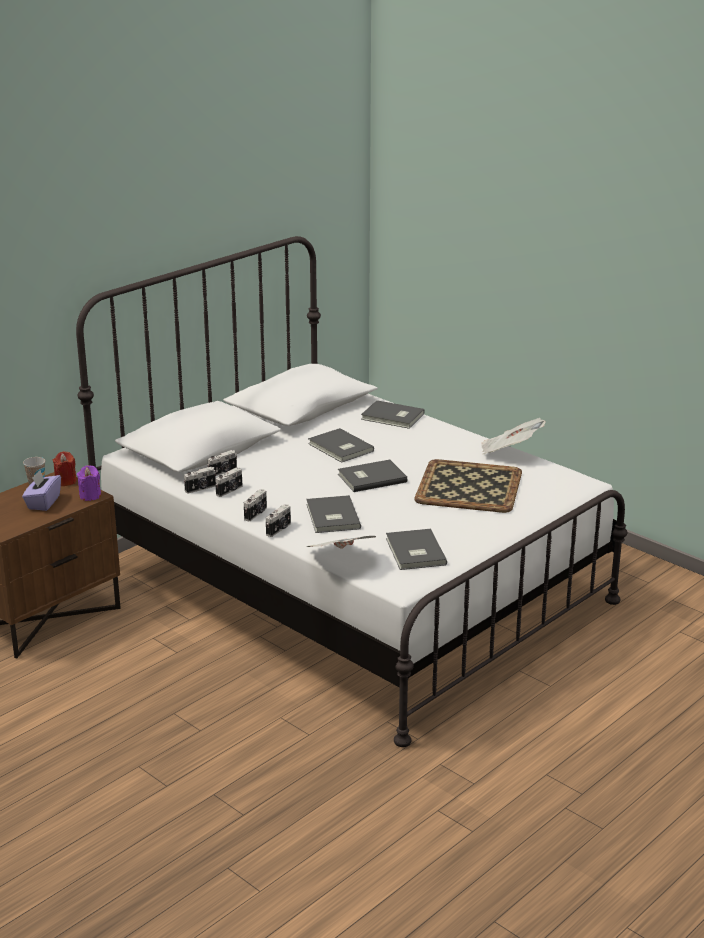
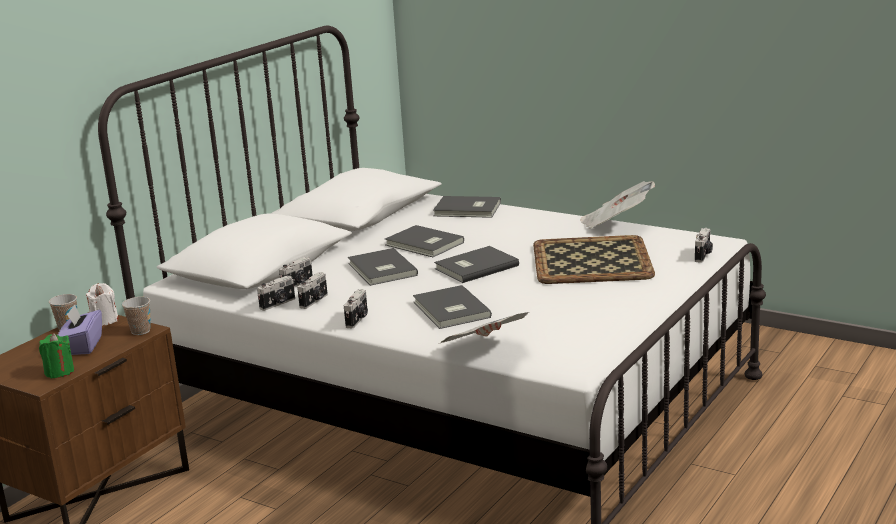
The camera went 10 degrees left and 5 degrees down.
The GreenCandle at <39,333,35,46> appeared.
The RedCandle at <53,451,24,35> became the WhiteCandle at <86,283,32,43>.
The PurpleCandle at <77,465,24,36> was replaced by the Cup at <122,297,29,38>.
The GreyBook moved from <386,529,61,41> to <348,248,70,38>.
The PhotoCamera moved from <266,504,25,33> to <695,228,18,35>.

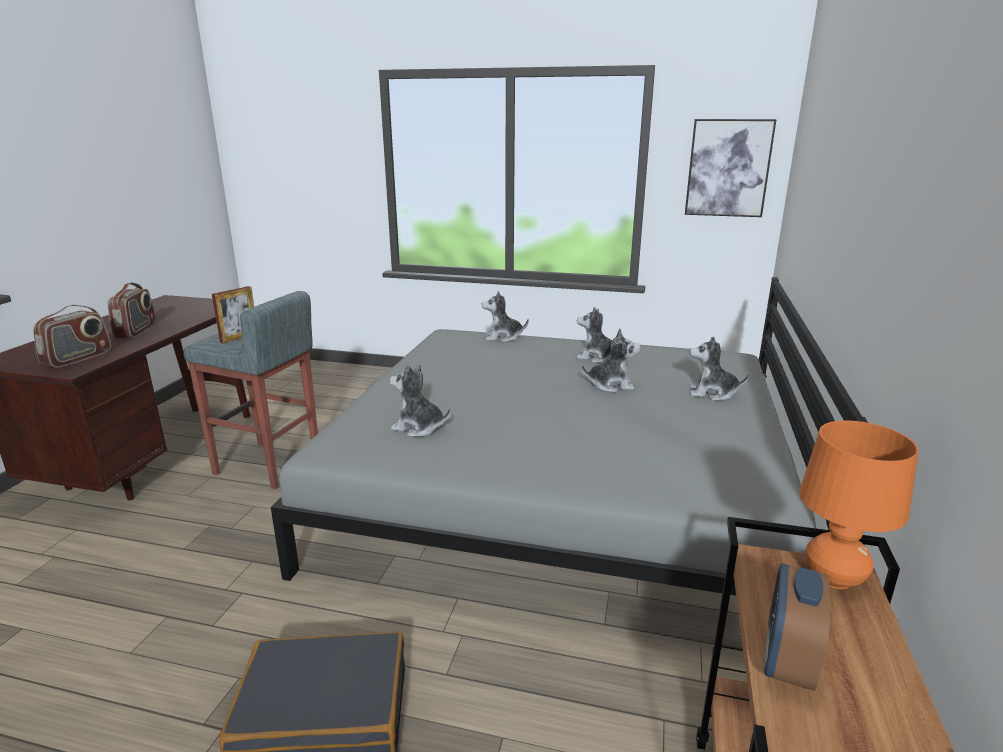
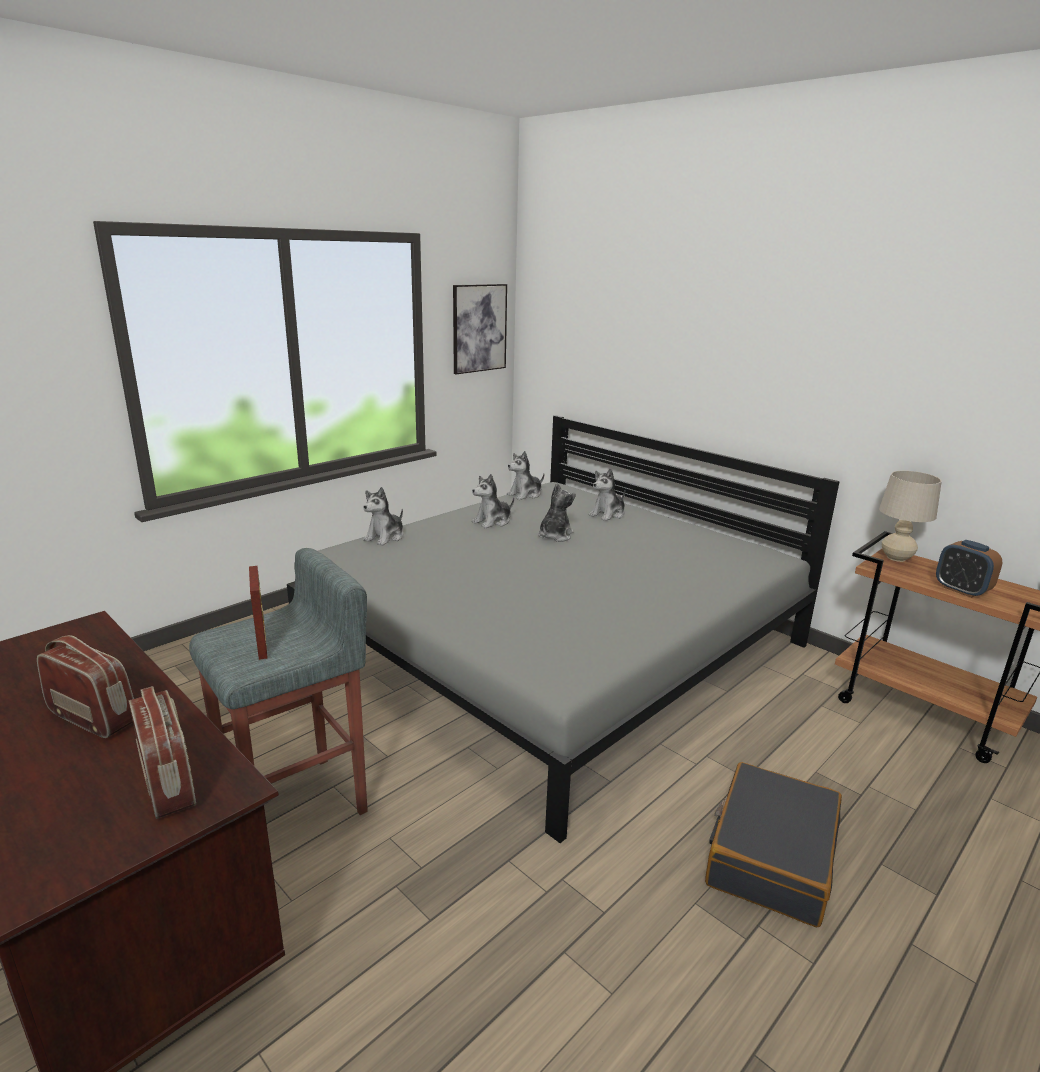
The camera went 60 degrees left and 0 degrees up.
The PlushToy moved from <390,364,61,73> to <507,451,37,49>.
The OrangeTableLamp at <799,420,120,169> became the BeigeTableLamp at <879,471,63,91>.

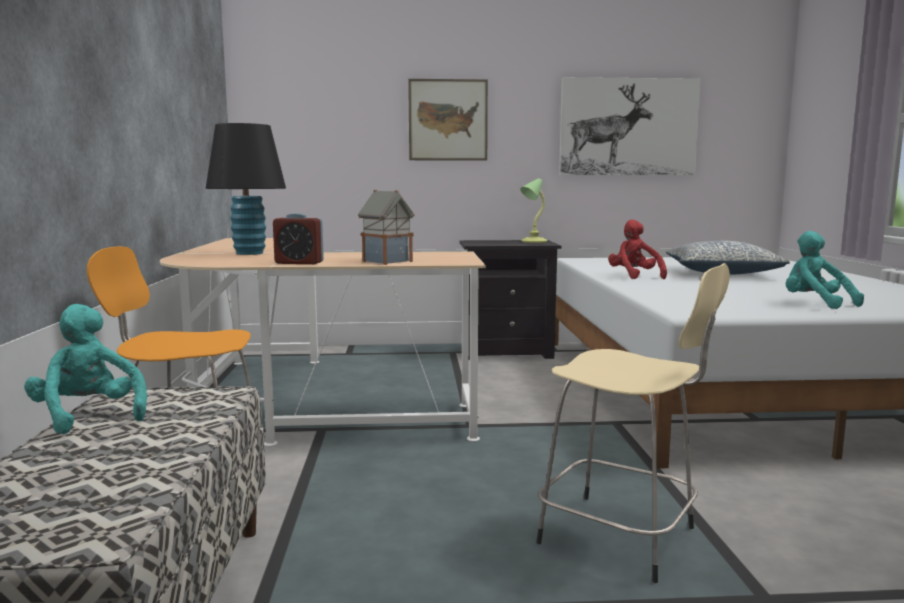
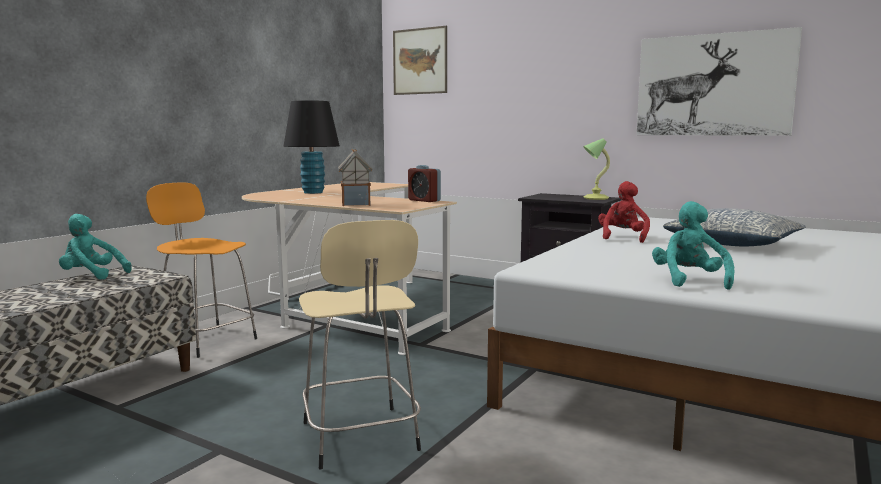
The camera went 35 degrees right and 0 degrees up.
The TurquoisePlushToy at <24,304,123,130> turned 75 degrees counterclockwise.
The Picture moved from <408,79,80,81> to <393,26,54,69>.
The AlarmClock moved from <273,213,51,51> to <408,165,33,37>.

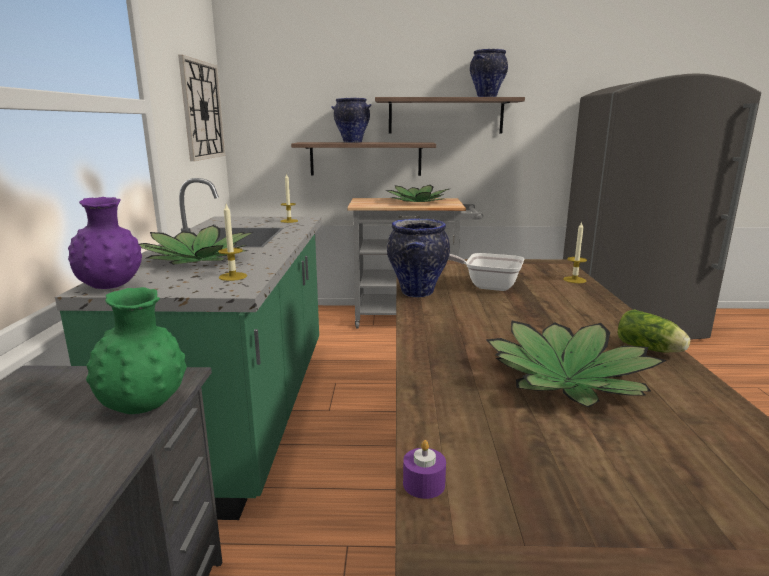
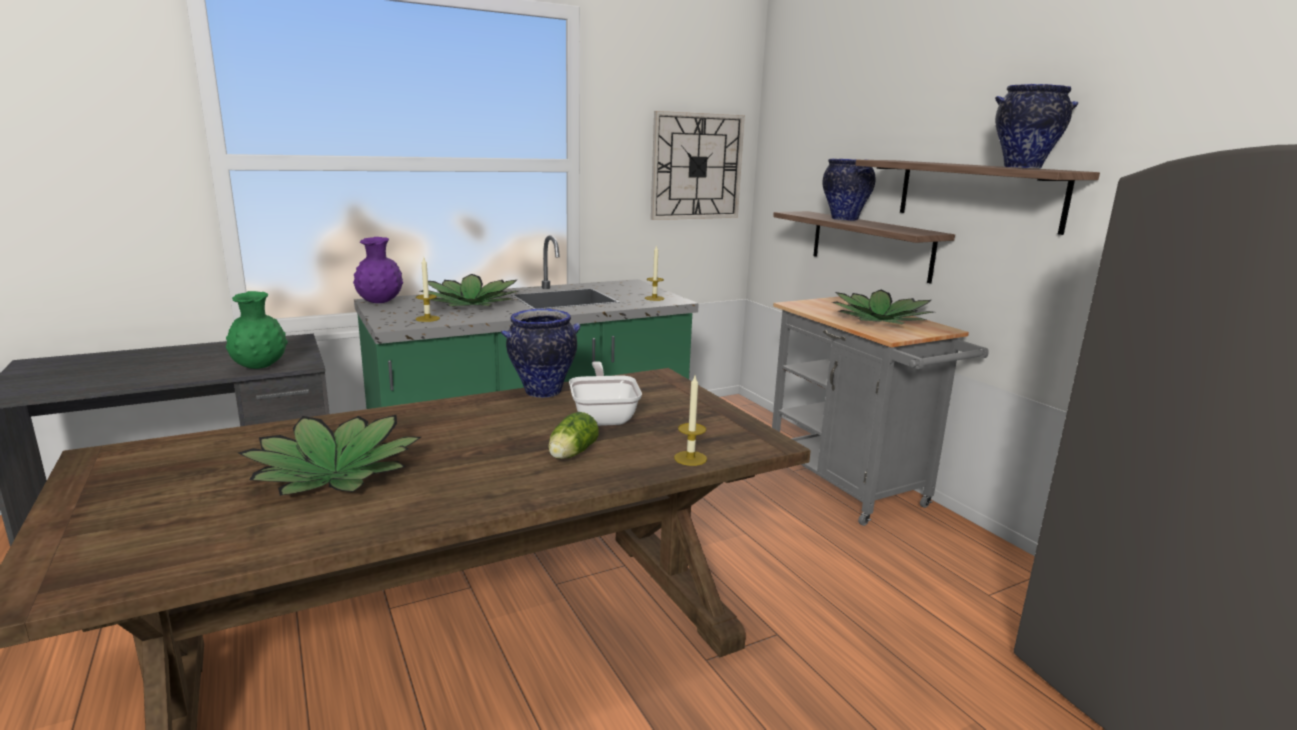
The camera went 60 degrees right and 0 degrees up.
The Lettuce moved from <618,309,72,44> to <548,412,51,47>.
The PurpleCandle at <403,440,43,59> disappeared.

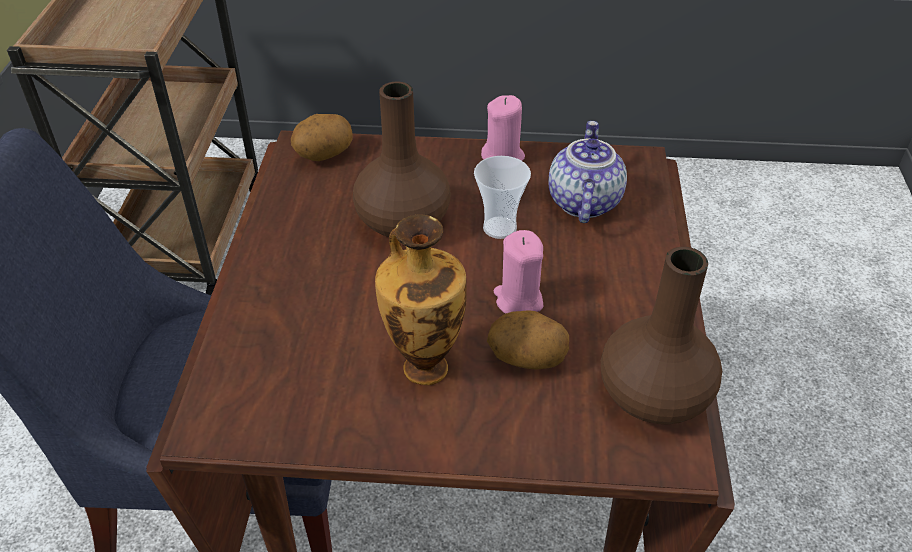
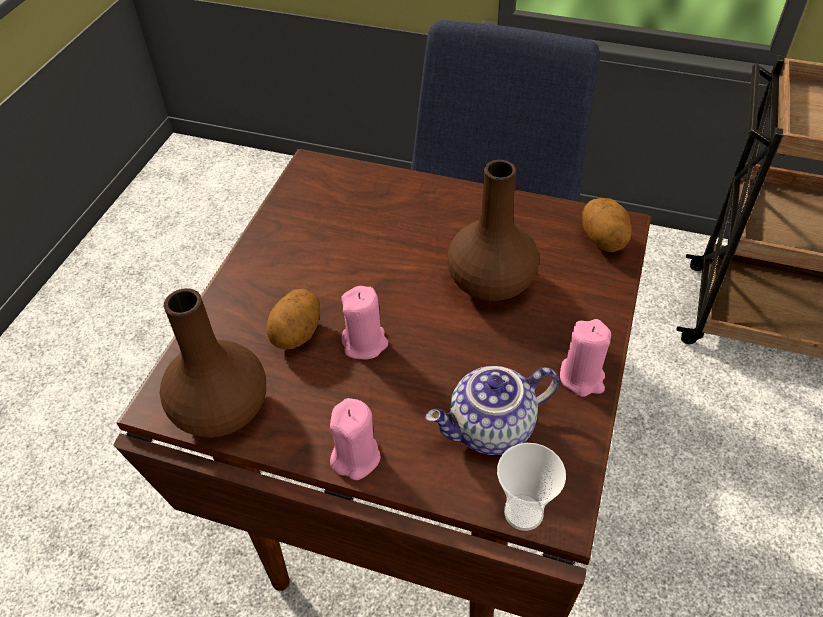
The camera went 105 degrees right and 5 degrees up.
The PinkCandle at <330,398,51,82> appeared.
The Teapot at <548,121,79,102> turned 135 degrees clockwise.
The Cup moved from <474,156,57,83> to <497,443,69,88>.
The Vase at <375,214,92,171> disappeared.

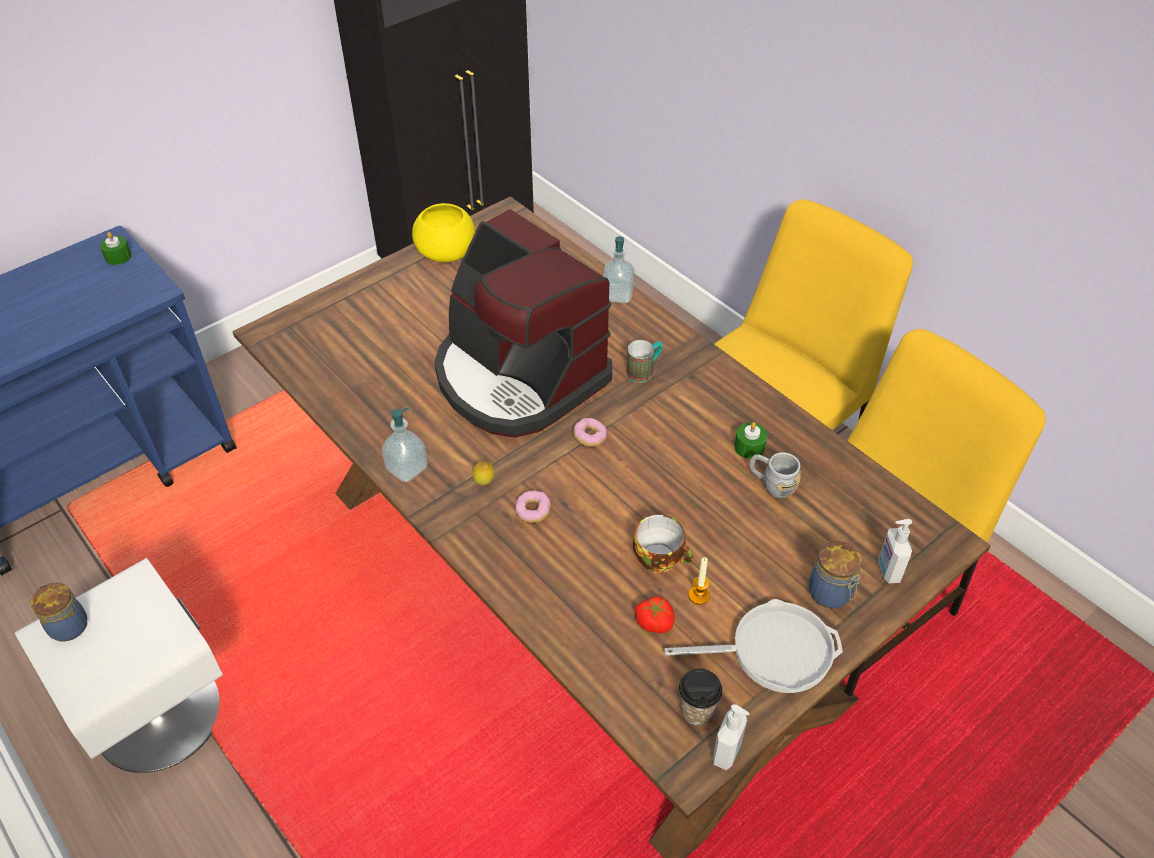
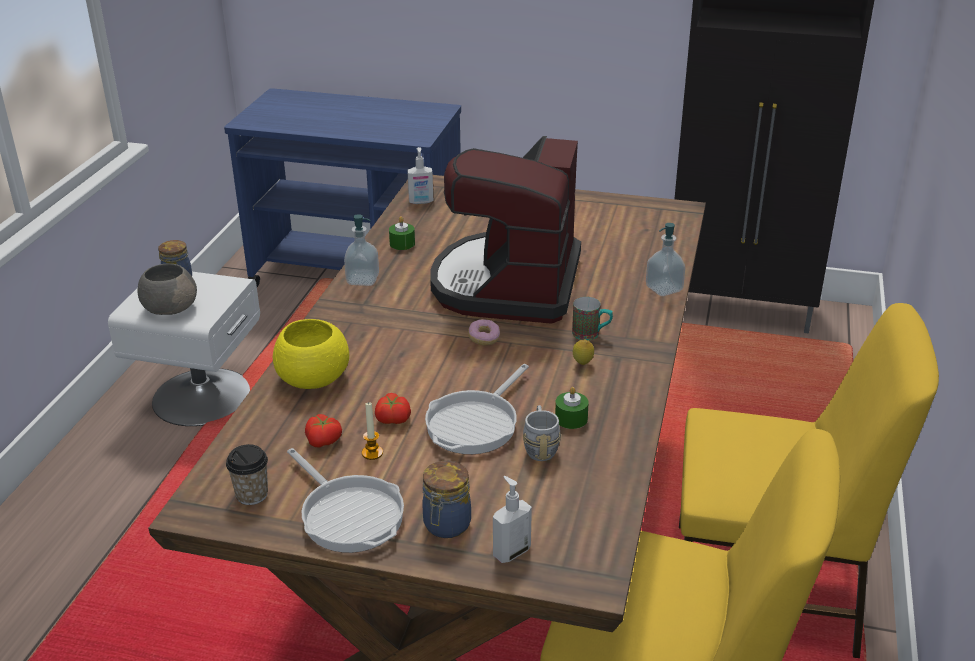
The camera went 55 degrees right and 15 degrees down.
The GreyBowl at <137,263,60,52> appeared.
The YellowBowl moved from <412,203,63,60> to <273,319,76,70>.
The Cup at <633,515,60,58> was replaced by the Tomato at <375,393,36,31>.
The GreenCandle moved from <100,232,32,33> to <389,216,26,34>.
The SoapDispenser moved from <713,704,37,66> to <407,147,26,57>.
The FryingPan at <425,364,104,90> appeared.
The Lemon moved from <473,461,21,24> to <573,339,21,26>.
The Donut at <515,491,36,32> disappeared.

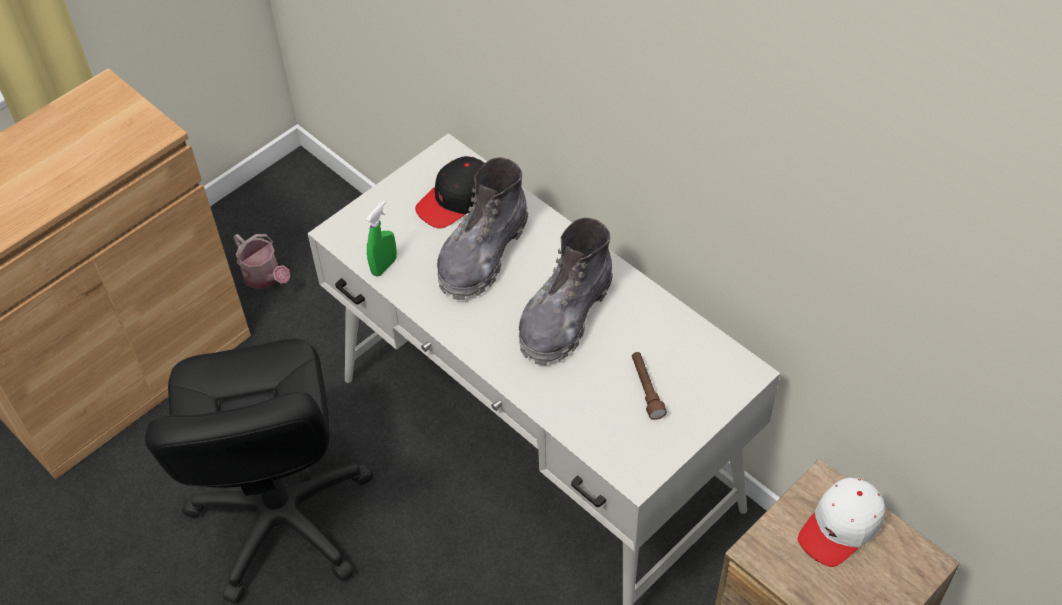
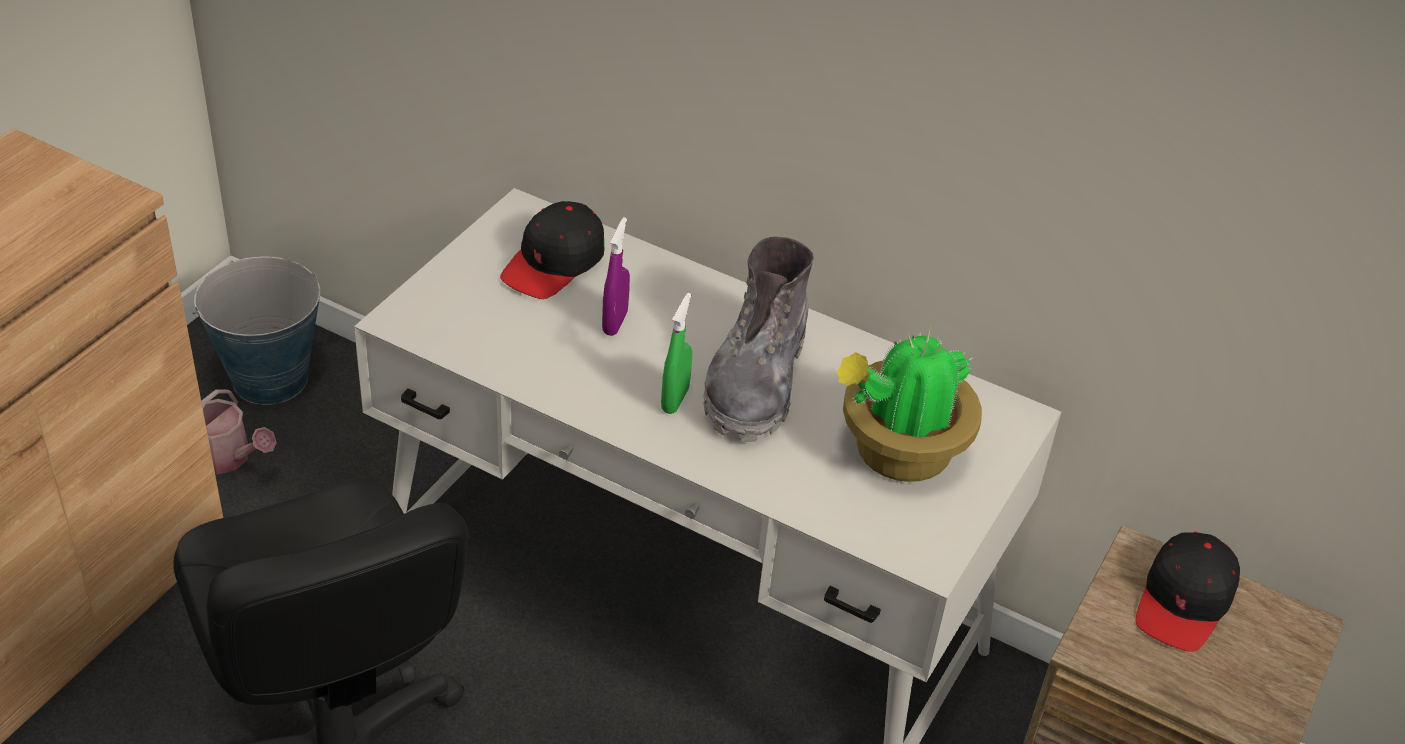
The camera went 20 degrees left and 10 degrees down.
The Bucket at <192,256,128,149> appeared.
The GreyBoot at <437,158,91,142> was replaced by the PurpleSprayBottle at <602,217,28,119>.
The GreenSprayBottle moved from <366,201,31,75> to <661,293,31,121>.
The BrownFlashlight at <632,352,35,68> was replaced by the PottedPlant at <836,325,146,157>.
The WhiteCap at <798,478,87,89> became the BlackCap at <1136,532,104,120>.

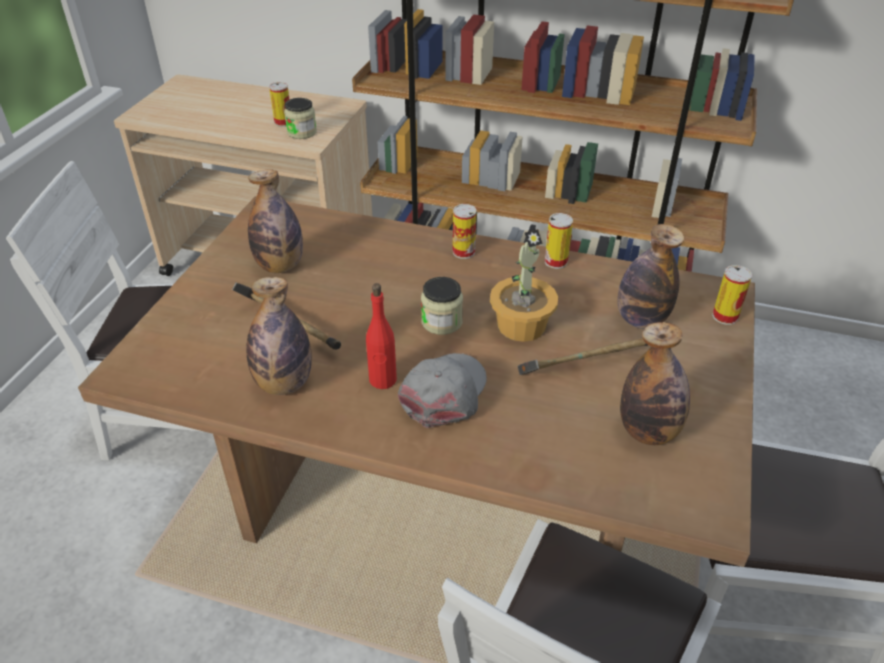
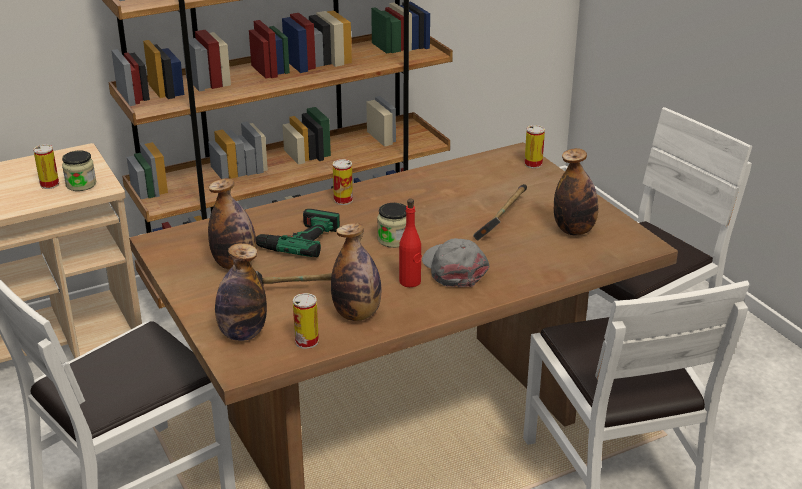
The camera went 45 degrees left and 10 degrees down.
The Bottle moved from <617,224,67,105> to <215,243,52,98>.
The PowerDrill at <256,209,84,48> appeared.
The Can moved from <545,213,28,56> to <293,293,26,56>.
The PottedPlant at <490,229,68,113> disappeared.

